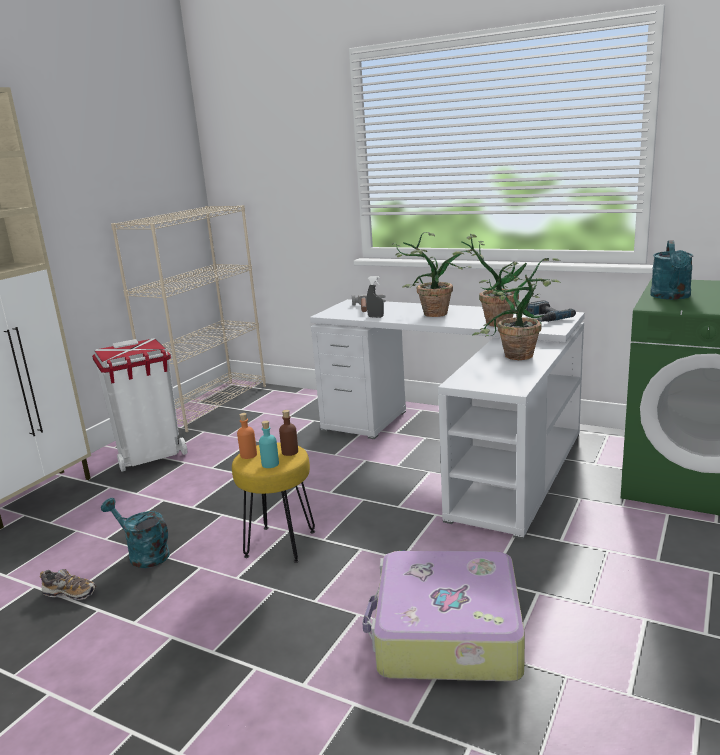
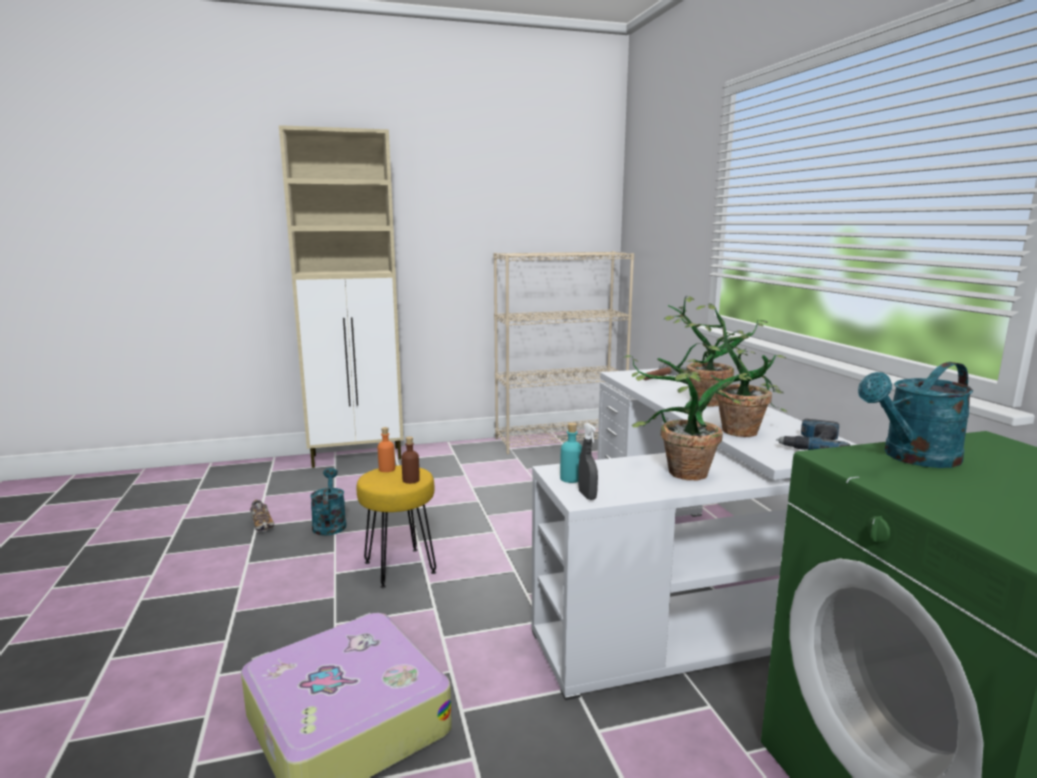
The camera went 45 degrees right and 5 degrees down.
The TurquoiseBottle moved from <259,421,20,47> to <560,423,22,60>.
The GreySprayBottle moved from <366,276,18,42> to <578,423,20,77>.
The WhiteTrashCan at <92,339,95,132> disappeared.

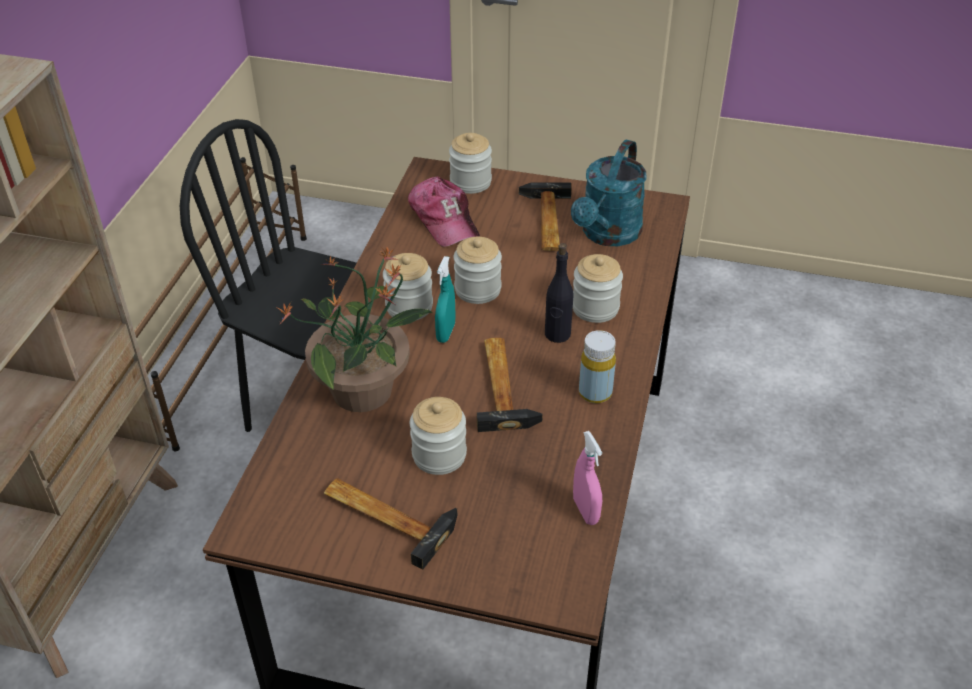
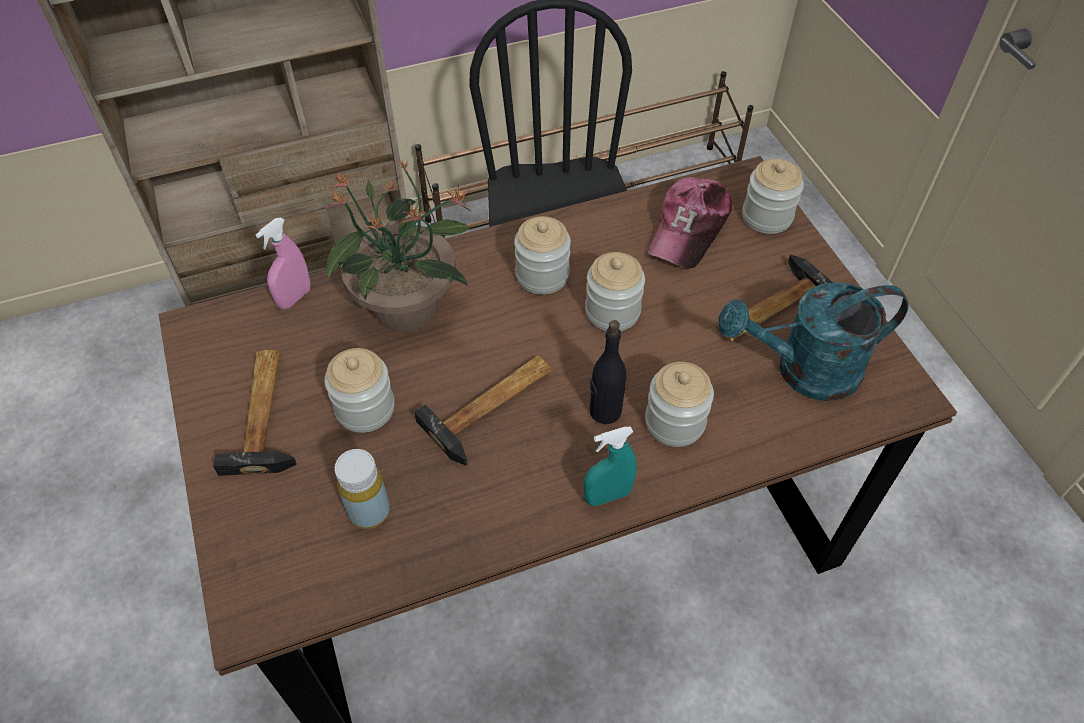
The camera went 55 degrees right and 10 degrees up.
The PinkSprayBottle moved from <573,431,29,94> to <256,217,55,92>.
The YellowBottle moved from <579,330,37,74> to <335,449,55,80>.
The TurquoiseSprayBottle moved from <435,256,21,87> to <583,427,54,79>.

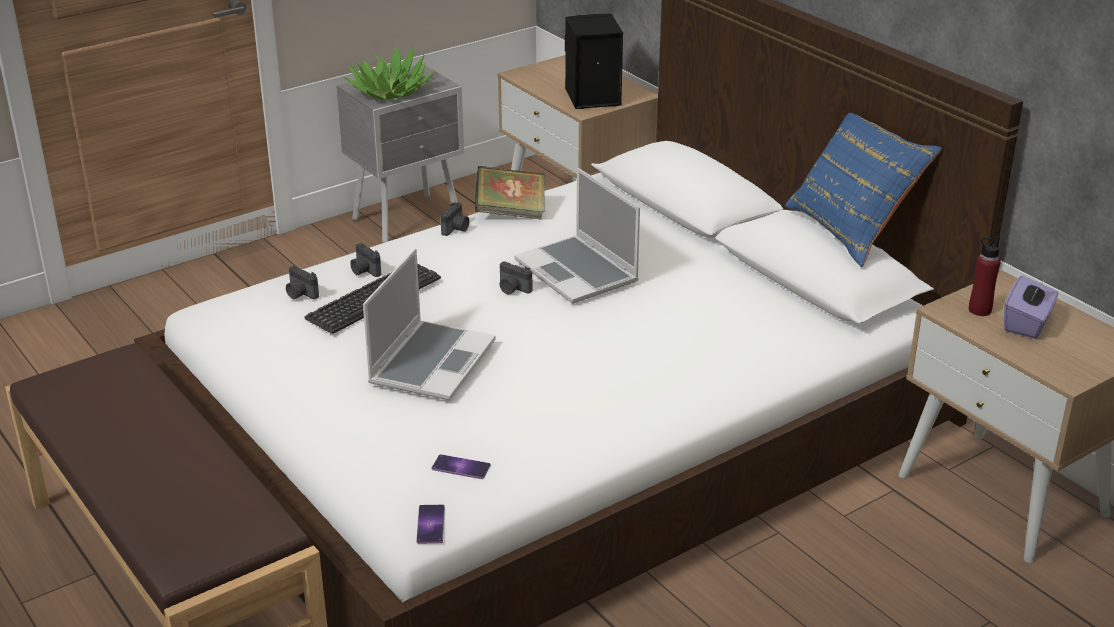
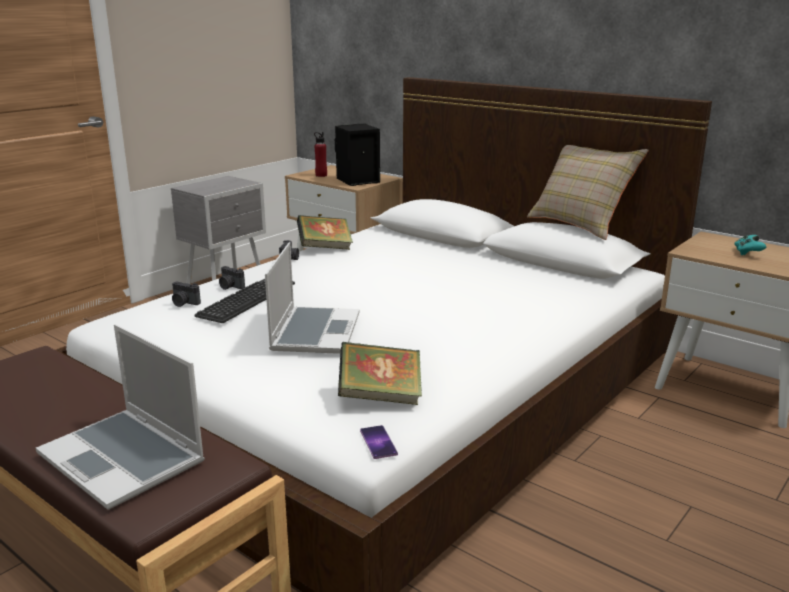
The camera went 15 degrees left and 10 degrees down.
The Laptop moved from <514,168,126,136> to <36,324,169,186>.
The RedBottle moved from <969,236,32,80> to <314,132,13,45>.
The Phone at <432,454,59,25> was replaced by the Book at <338,342,84,63>.
The BluePillow at <785,113,157,154> became the BeigePillow at <527,145,122,95>.
The PurpleTissueBox at <1004,276,54,63> was replaced by the TurquoiseGameController at <734,235,32,20>.
The PottedPlant at <344,45,91,55> disappeared.
The PhotoCamera at <500,261,32,34> disappeared.

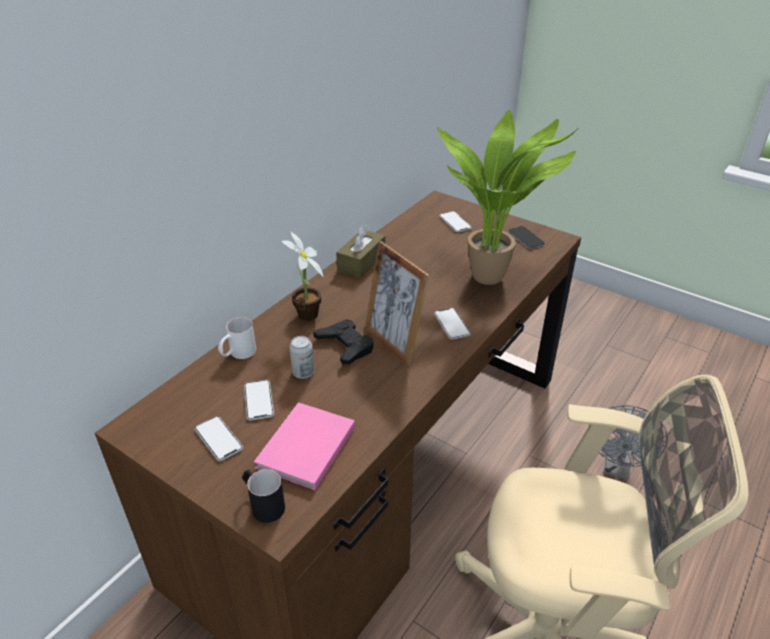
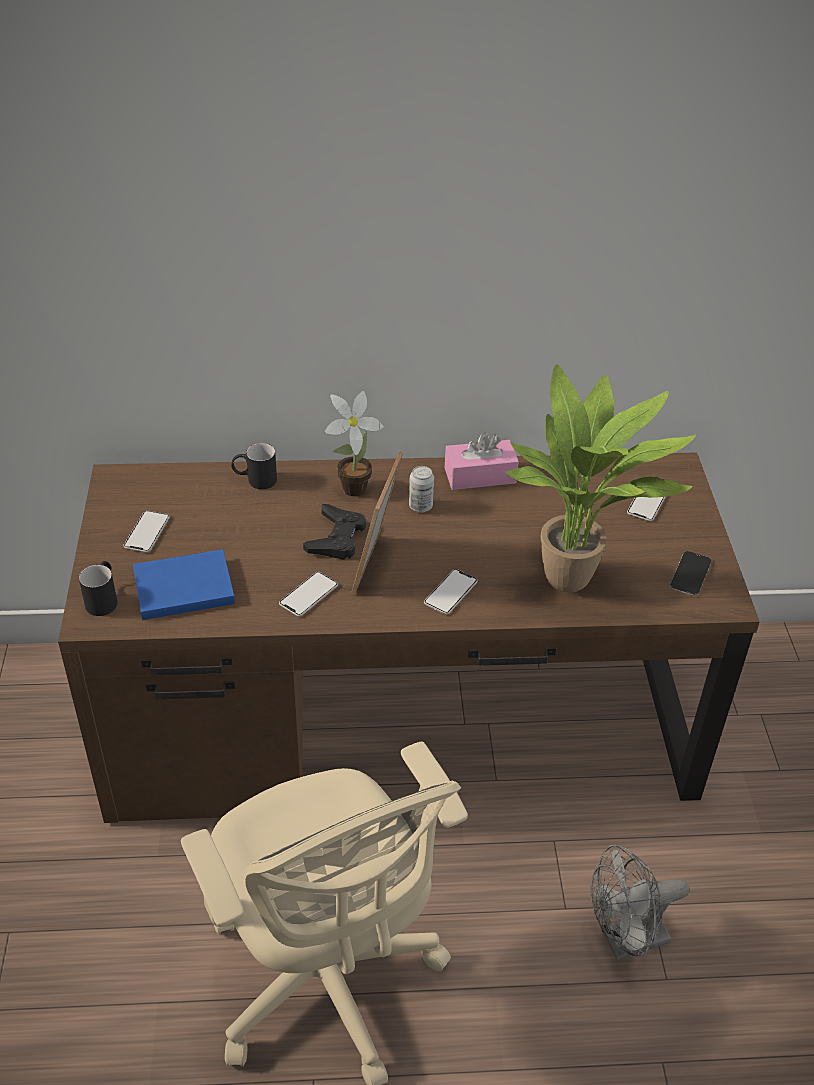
The camera went 50 degrees right and 5 degrees up.
The PinkBook at <254,402,101,89> became the BlueBook at <133,549,102,71>.
The WhiteMug at <218,317,38,42> became the BlackMug at <231,443,46,46>.
The Phone moved from <244,380,30,41> to <279,572,59,45>.
The Can moved from <289,336,25,43> to <409,466,25,46>.
The BrownTissueBox at <336,224,49,55> became the PinkTissueBox at <445,432,74,58>.

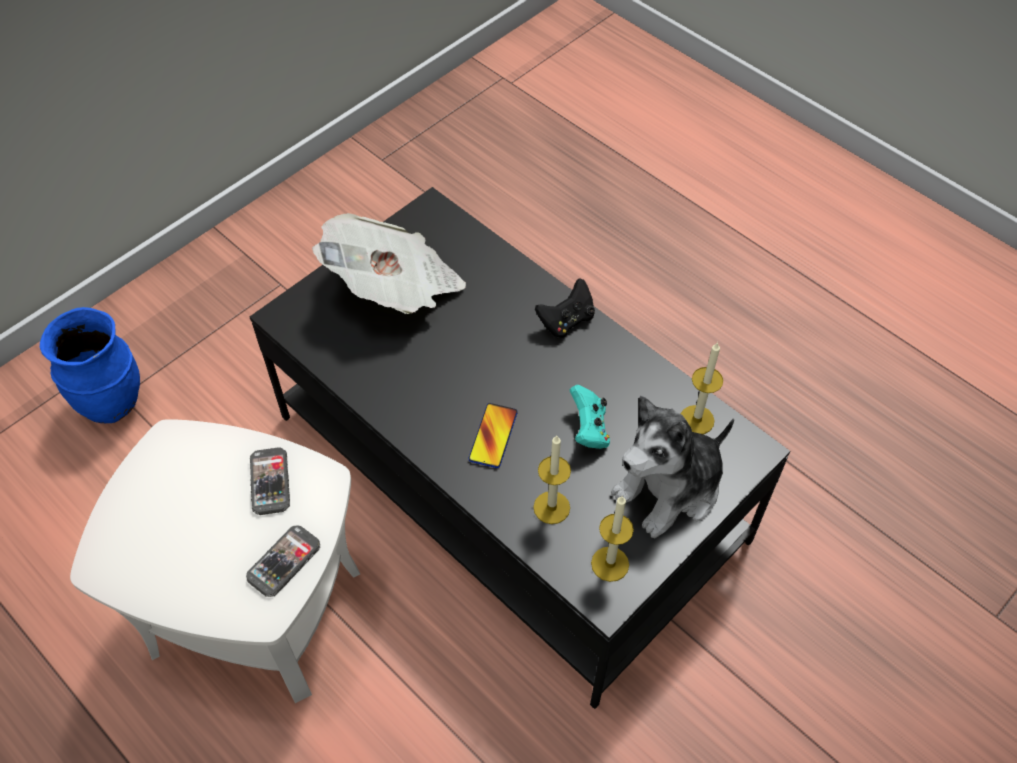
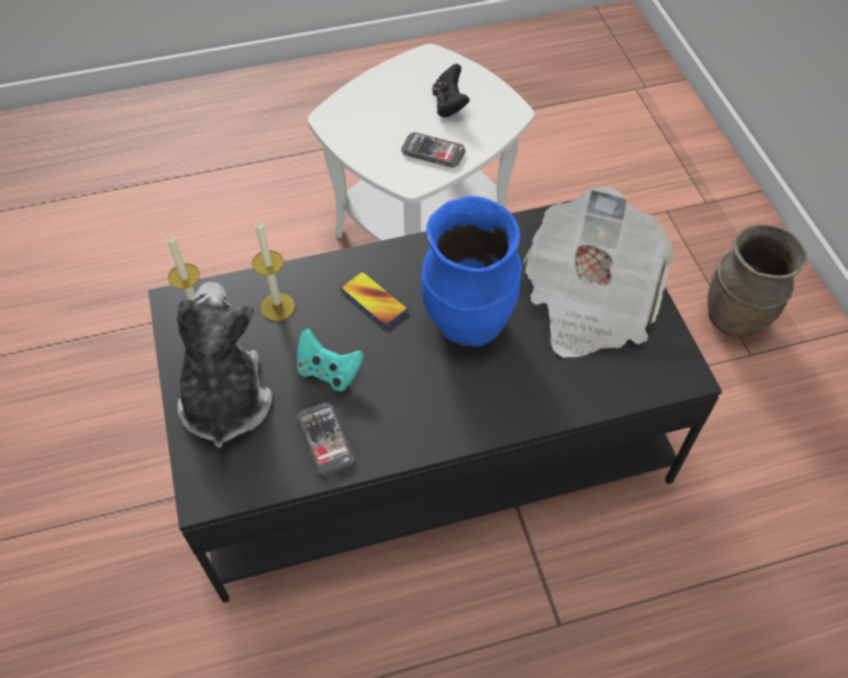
The camera went 120 degrees right and 0 degrees up.
The Phone moved from <246,525,74,72> to <297,403,58,72>.
The BlueVase moved from <40,307,100,116> to <421,196,101,151>.
The BlackGameController moved from <535,278,60,60> to <432,64,38,54>.
The BrownVase at <707,225,100,112> appeared.
The Candle at <681,342,42,92> disappeared.

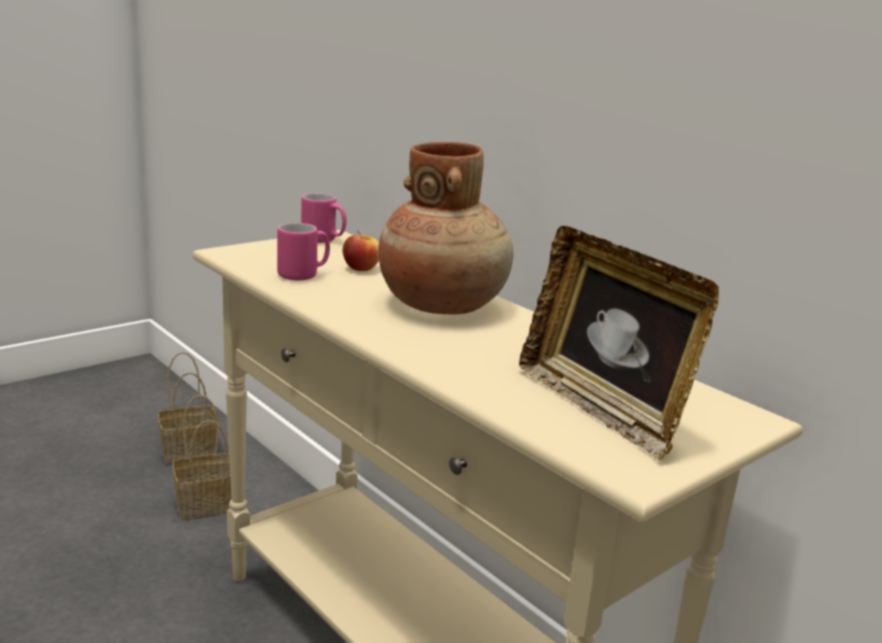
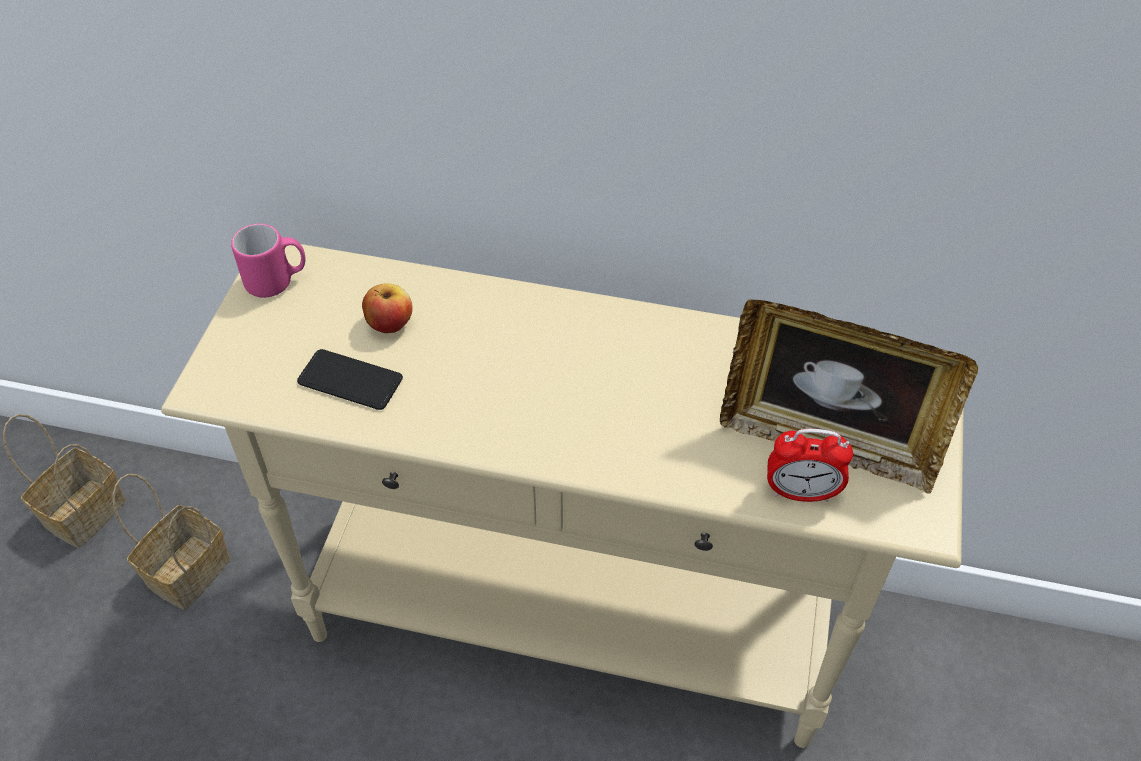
The camera went 35 degrees left and 30 degrees up.
The PinkMug at <277,223,53,57> was replaced by the Phone at <297,349,106,61>.
The AlarmClock at <767,429,86,73> appeared.
The BrownVase at <378,142,135,173> disappeared.

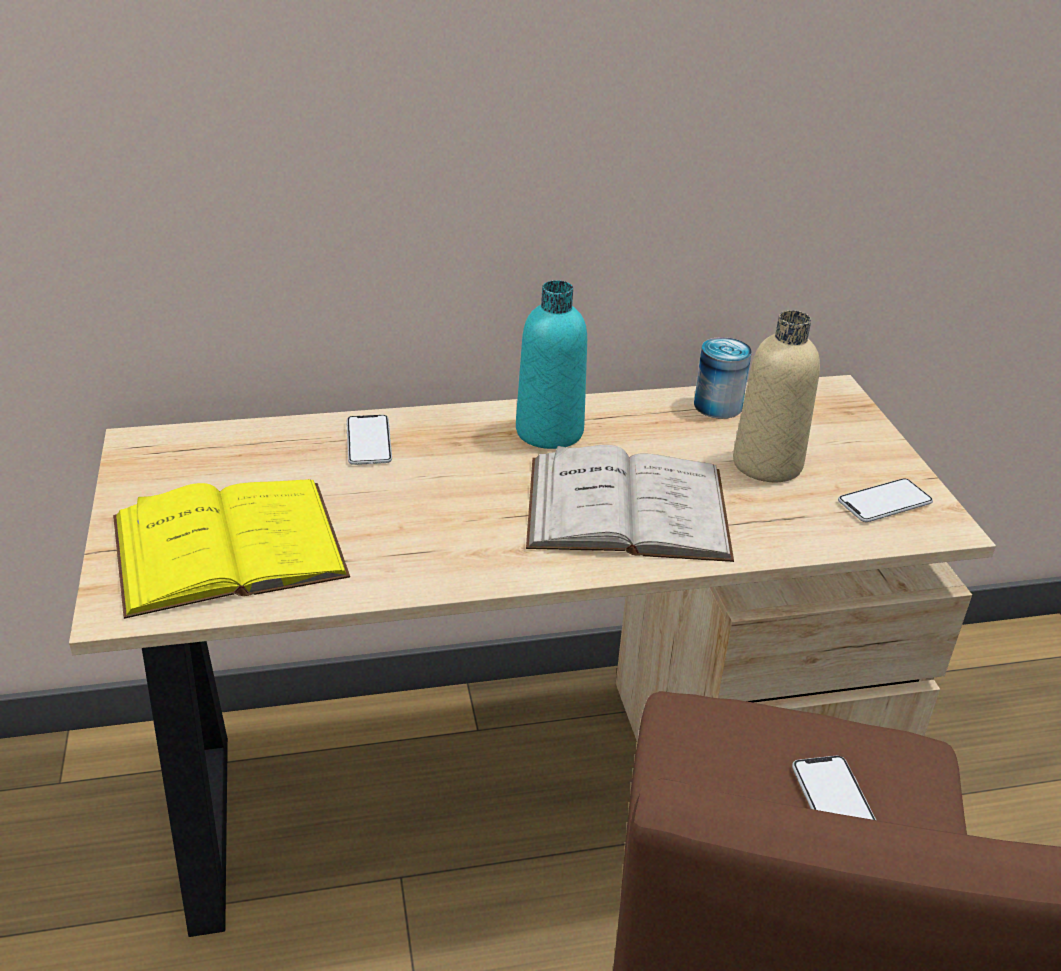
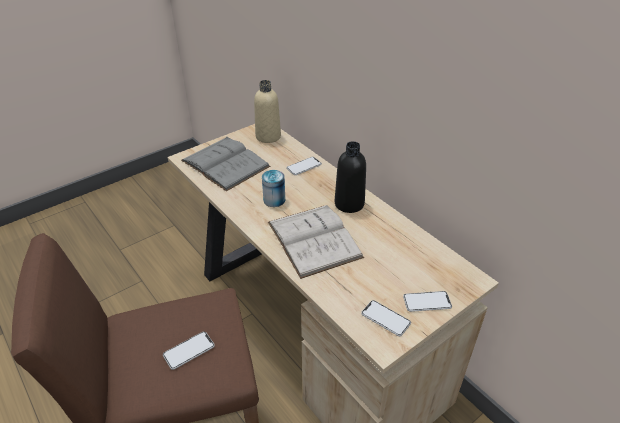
The camera went 65 degrees right and 5 degrees up.
The YellowBook at <113,479,237,140> became the GreyBook at <181,137,89,54>.
The BeigeBottle moved from <733,310,87,172> to <254,80,27,63>.
The Can moved from <694,337,58,82> to <262,170,23,37>.
The TurquoiseBottle at <516,280,71,169> became the BlackBottle at <335,141,31,72>.
The Phone at <403,291,49,21> appeared.

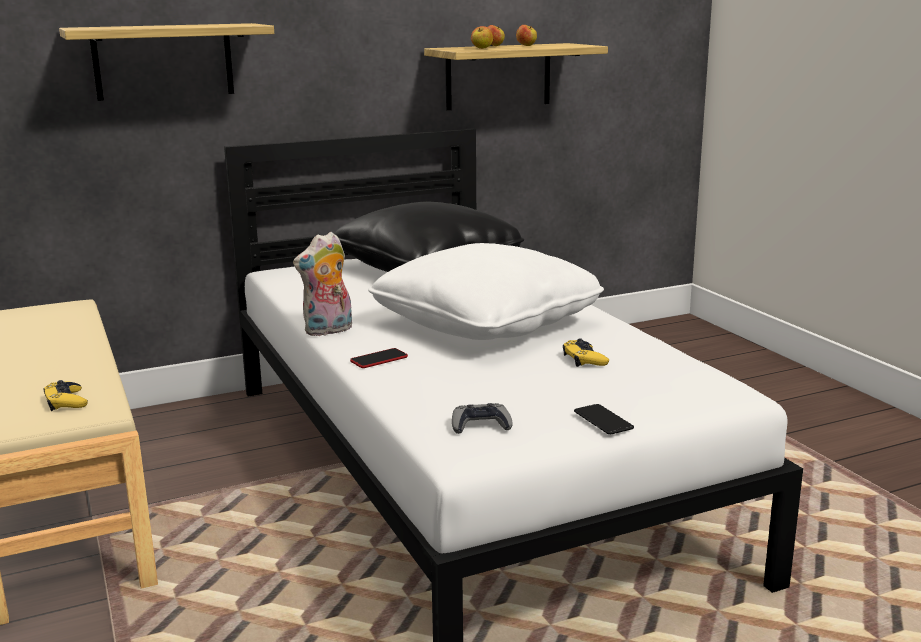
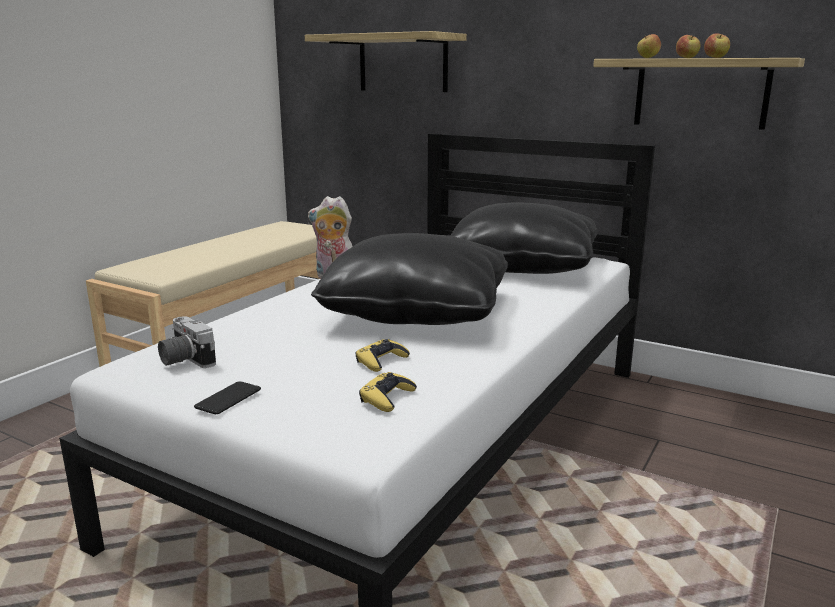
The camera went 55 degrees right and 0 degrees up.
The GreyGameController at <452,403,61,31> was replaced by the PhotoCamera at <158,316,58,52>.
The WhitePillow at <368,243,236,97> became the BlackPillow at <311,233,197,92>.
The YellowGameController moved from <43,380,45,31> to <359,372,58,40>.
The Phone at <350,348,58,20> disappeared.

